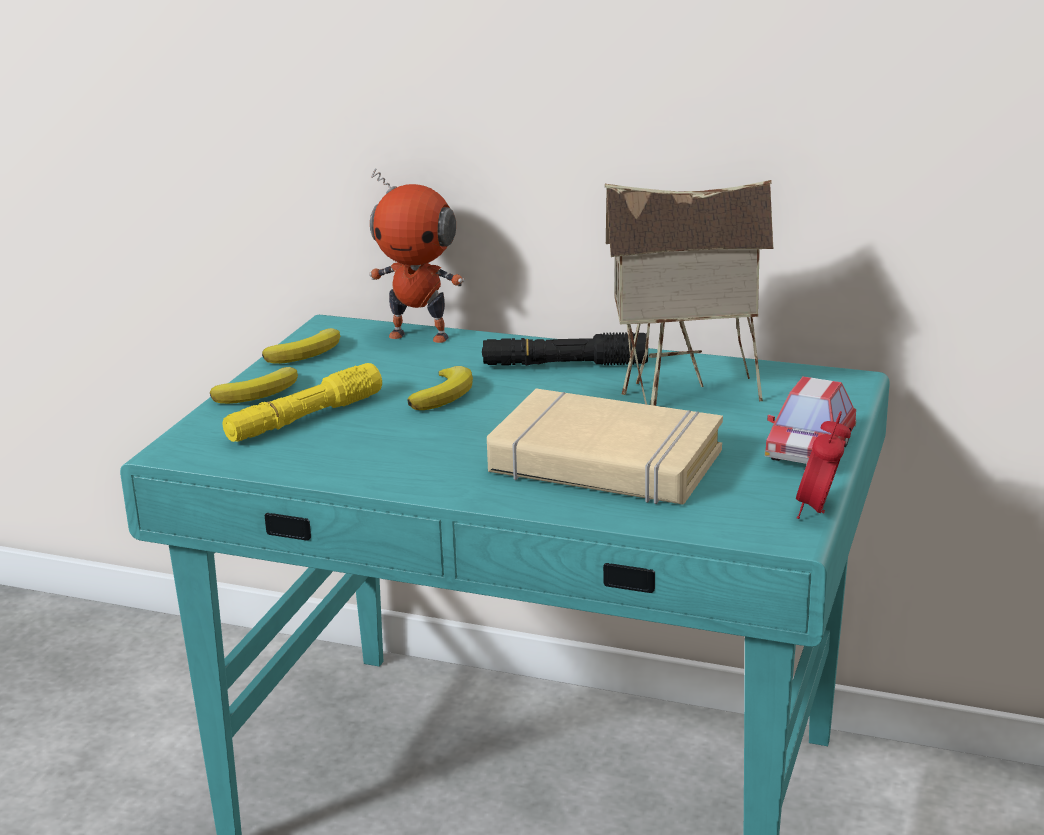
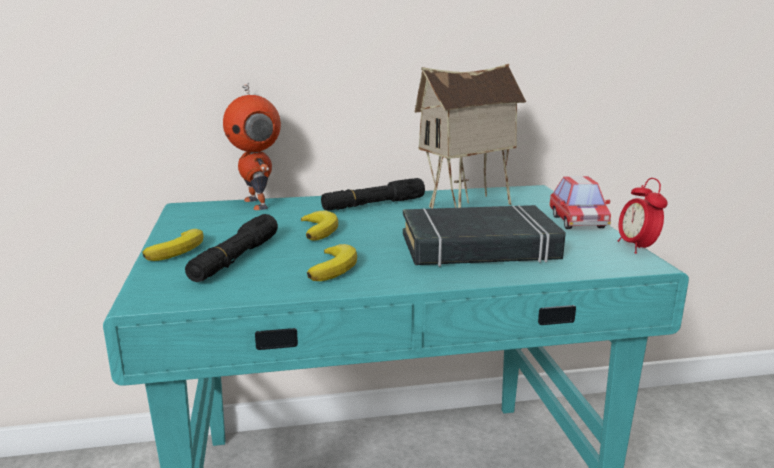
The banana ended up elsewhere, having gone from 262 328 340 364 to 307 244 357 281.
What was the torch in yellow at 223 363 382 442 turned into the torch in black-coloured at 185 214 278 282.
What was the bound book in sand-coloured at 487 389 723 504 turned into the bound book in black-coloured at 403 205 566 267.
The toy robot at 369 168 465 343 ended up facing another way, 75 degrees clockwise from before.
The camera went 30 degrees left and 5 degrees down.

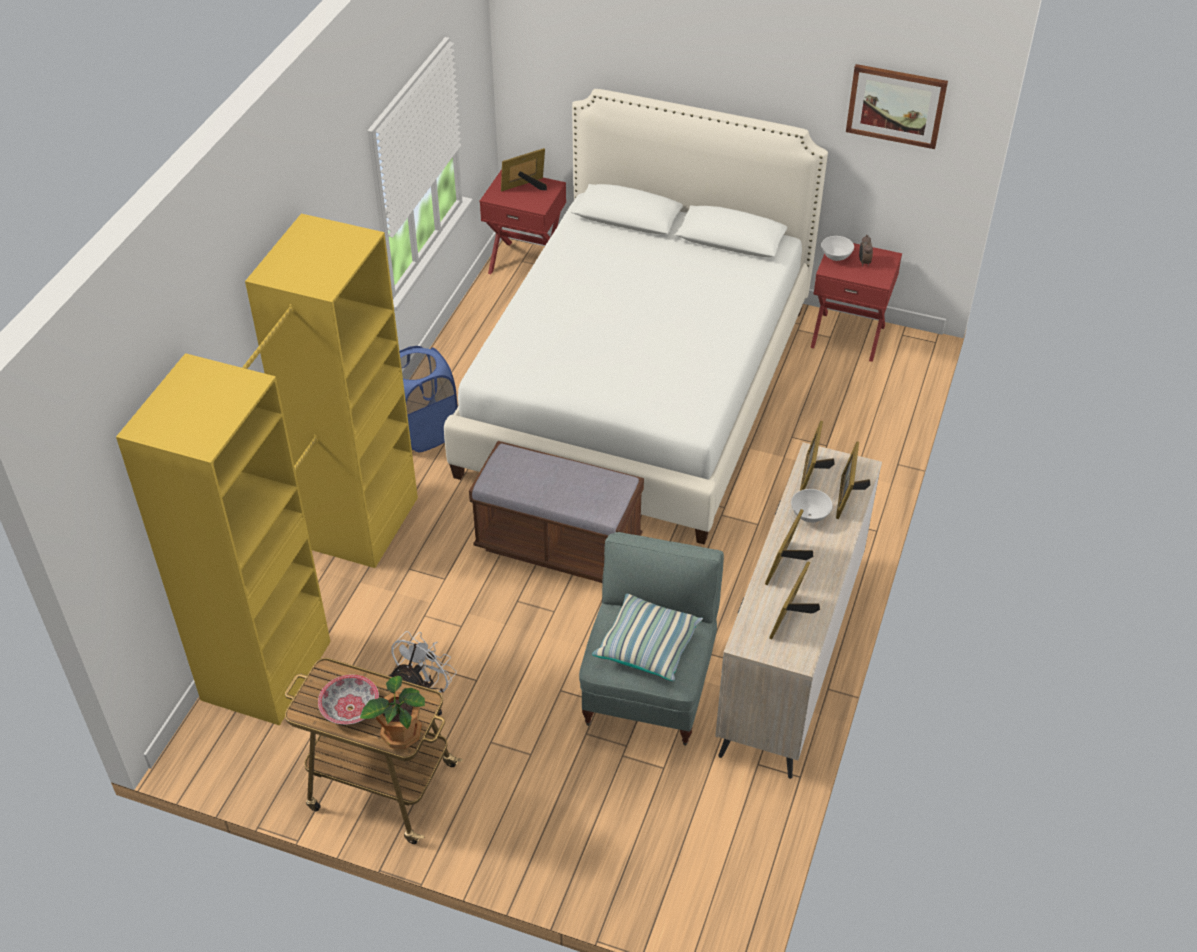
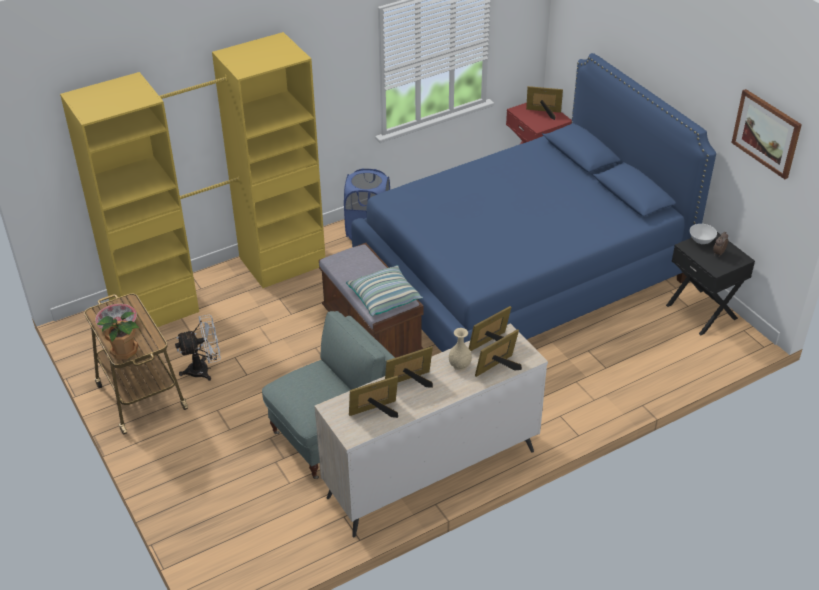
The throw pillow ended up elsewhere, having gone from 592 594 703 681 to 346 265 423 316.
Where the serving bowl in whitish stood at 791 489 832 523, the vase in sand-coloured came to stand at 449 328 472 370.
What was the bed in whitish at 444 89 828 544 turned into the bed in blue at 351 53 716 352.
What was the bedside table in red at 810 243 902 362 turned into the bedside table in black-coloured at 666 232 755 336.
The camera went 40 degrees right and 5 degrees down.

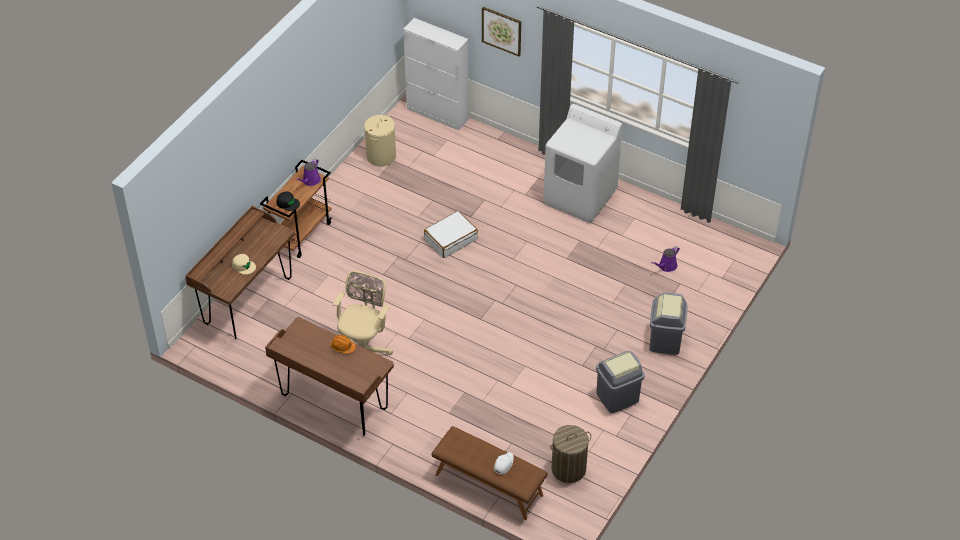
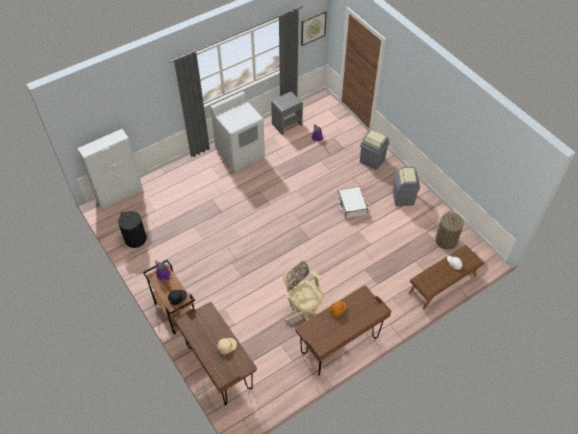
The second view gained the bedside table in grey at 271 91 303 135.
The piece of luggage in whitish ended up elsewhere, having gone from 424 211 478 258 to 338 187 368 219.
The wall art ended up elsewhere, having gone from 482 7 521 56 to 301 11 327 46.
What was the washing basket in sand-coloured at 364 115 396 167 turned into the washing basket in black-coloured at 118 211 147 248.
The camera went 65 degrees left and 5 degrees up.

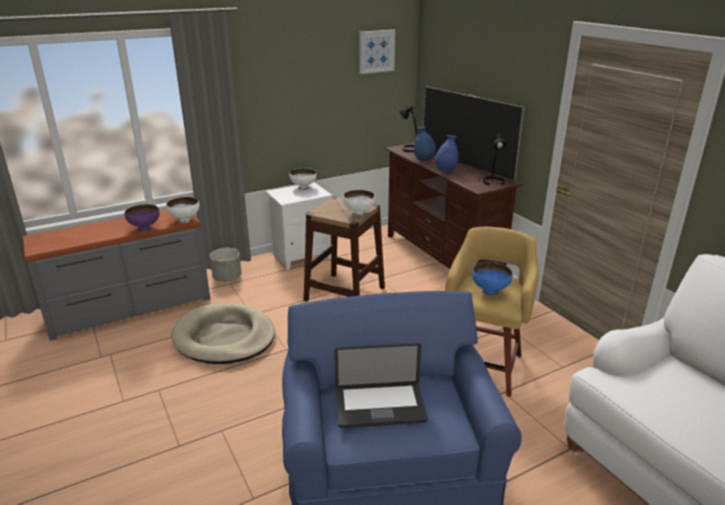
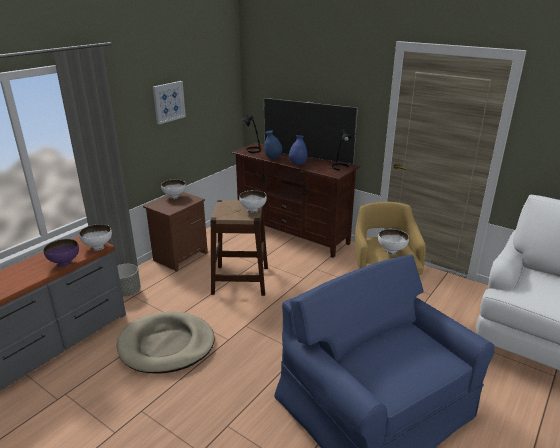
The second view lost the laptop at 334 343 428 428.
The wall art ended up elsewhere, having gone from 359 30 395 74 to 153 81 186 124.
What was the bedside table in whitish at 266 182 332 270 turned into the bedside table in brownish at 143 192 208 272.
What was the serving bowl in blue at 472 262 513 296 turned into the serving bowl in whitish at 378 229 409 255.
The camera went 25 degrees left and 0 degrees up.

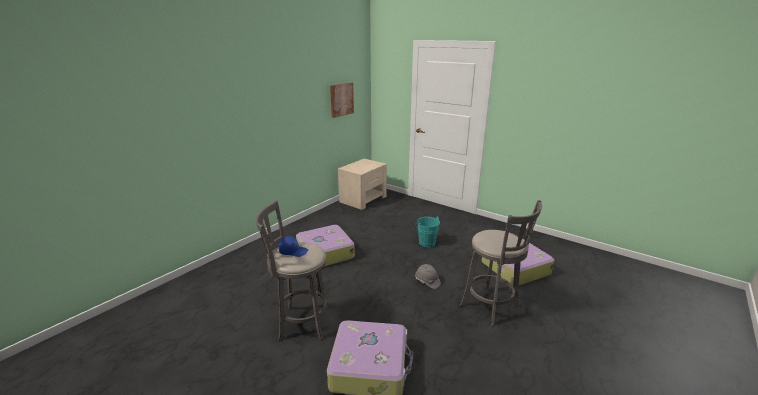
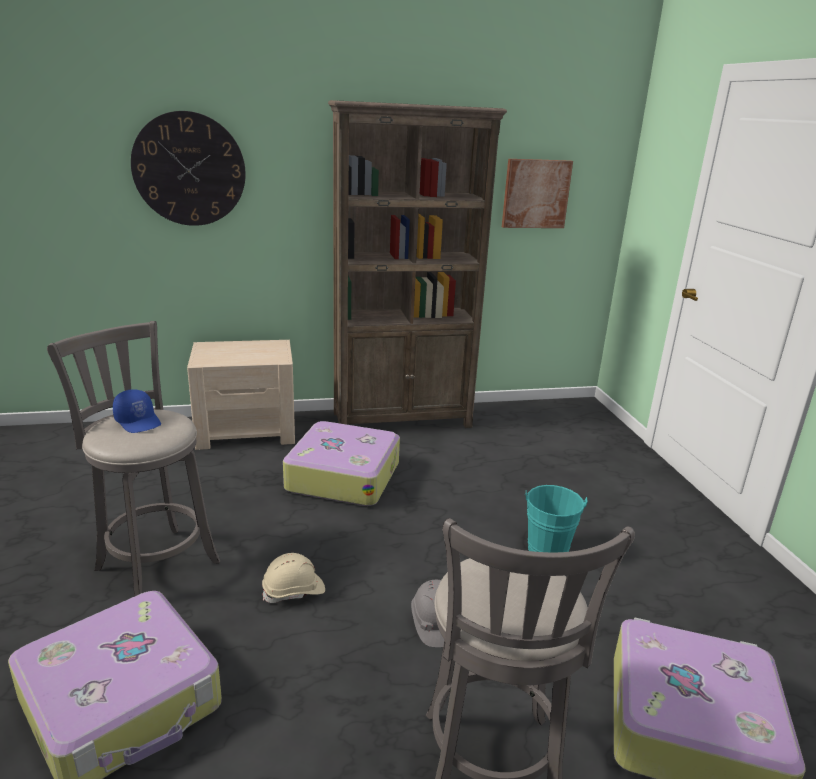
The second view gained the hanging clock at 131 111 246 226.
The second view gained the safety helmet in sand-coloured at 262 553 325 603.
The second view gained the bookshelf in brownish at 328 100 507 428.
The bedside table in sand-coloured ended up elsewhere, having gone from 338 159 387 210 to 187 340 295 450.
The camera went 40 degrees right and 0 degrees up.

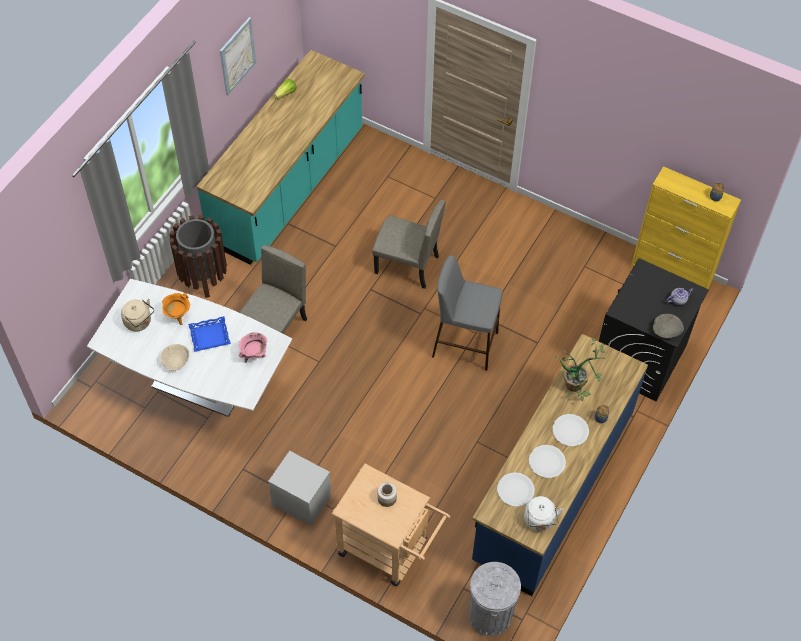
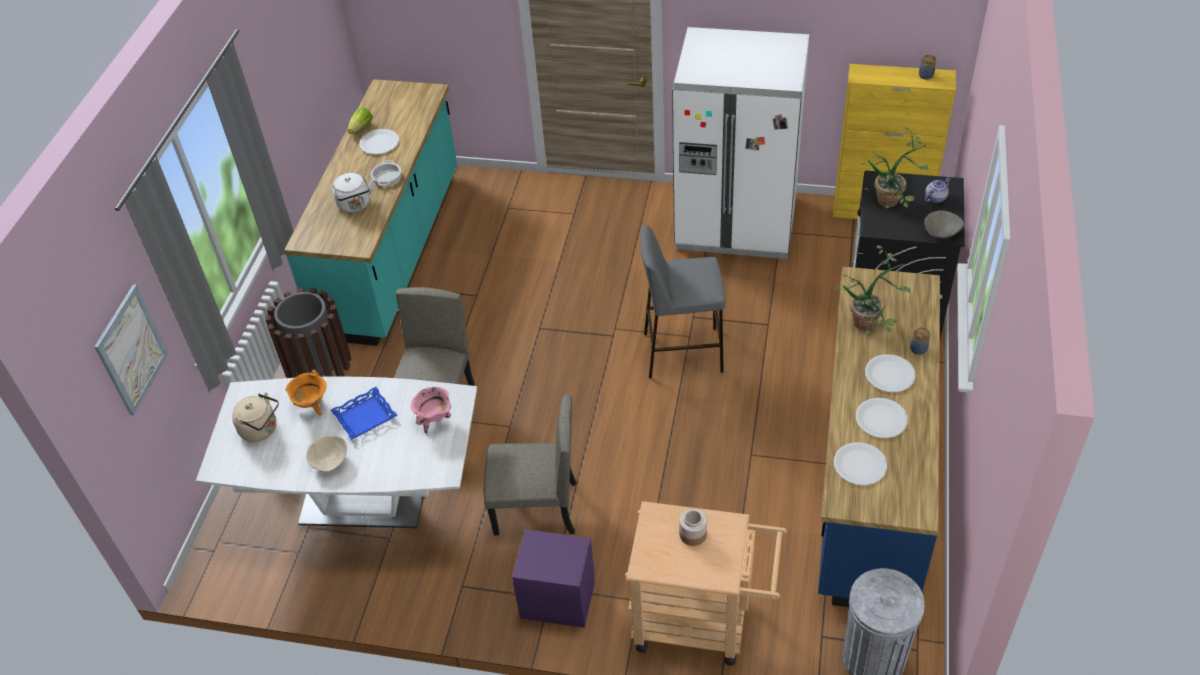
The second view gained the plate in whitish at 359 129 399 154.
The second view gained the stockpot at 371 160 401 186.
The second view gained the fridge in whitish at 672 27 809 259.
The second view gained the houseplant at 861 127 928 209.
The wall art ended up elsewhere, having gone from 220 17 256 95 to 94 284 169 416.
The upright chair in sand-coloured ended up elsewhere, having gone from 372 200 446 289 to 484 395 576 535.
The tea kettle in whitish ended up elsewhere, having gone from 524 496 563 531 to 333 173 374 213.
What was the bedside table in grey at 268 451 331 526 turned into the bedside table in purple-coloured at 512 529 595 628.
The camera went 15 degrees left and 10 degrees down.

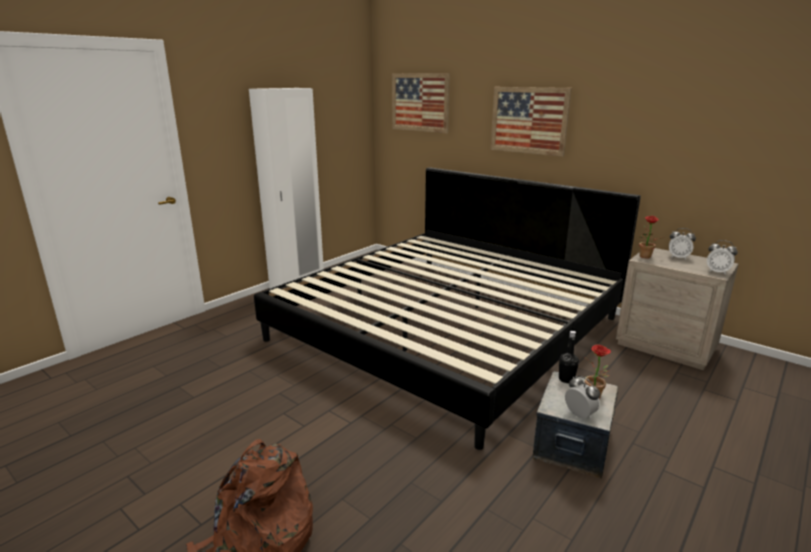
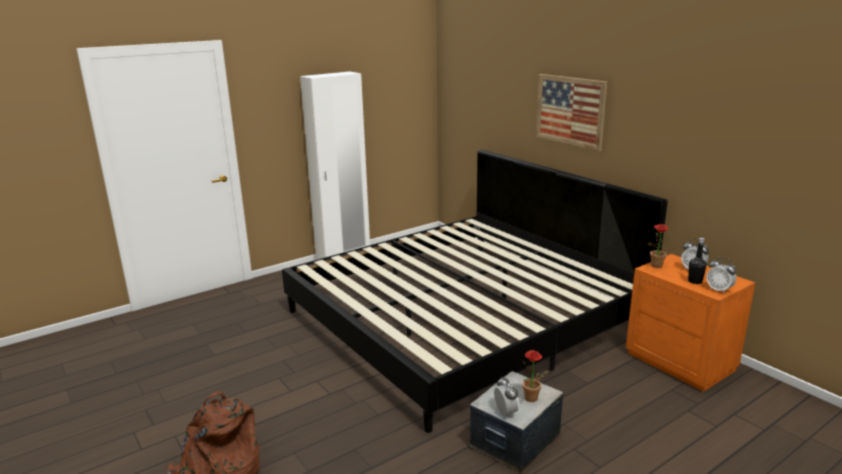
The second view lost the wall art at 392 73 450 133.
The bottle in black-coloured ended up elsewhere, having gone from 559 331 579 383 to 688 238 707 284.
What was the bedside table in sand-coloured at 616 248 739 370 turned into the bedside table in orangey at 626 254 755 392.
The camera went 15 degrees right and 0 degrees up.

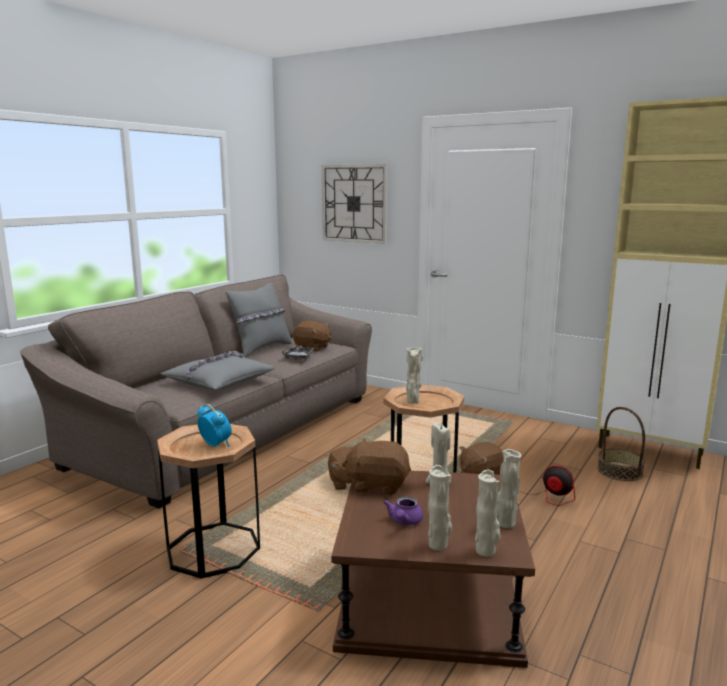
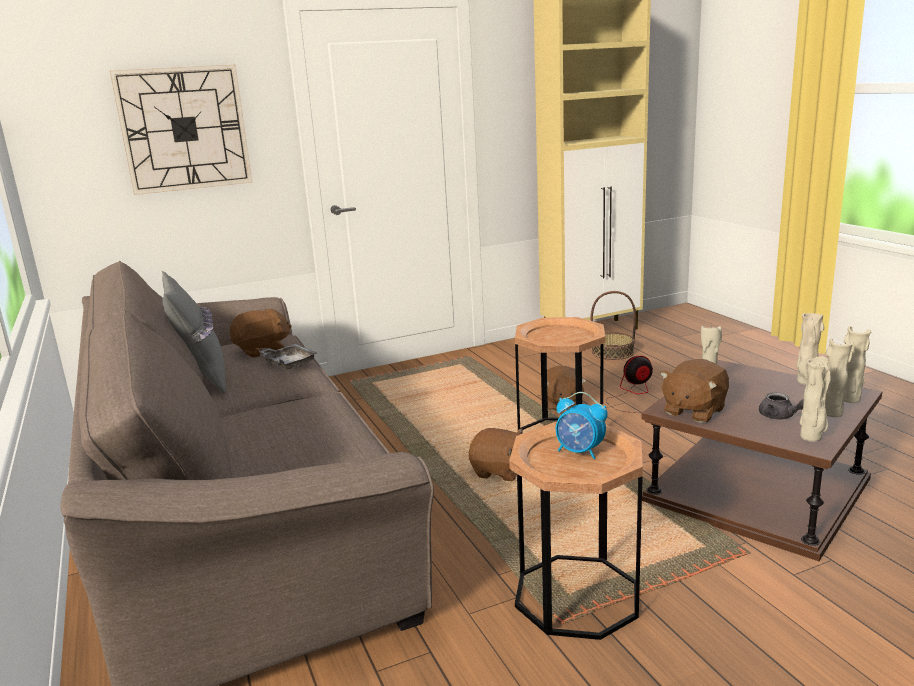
The second view lost the throw pillow in grey at 160 351 274 390.
The vase in sand-coloured ended up elsewhere, having gone from 406 348 423 403 to 799 356 830 442.
What was the teapot in purple-coloured at 383 497 423 525 turned into the teapot in grey at 759 392 804 419.
The alarm clock at 197 404 232 447 ended up facing another way, 135 degrees counterclockwise from before.
The camera went 55 degrees left and 5 degrees up.

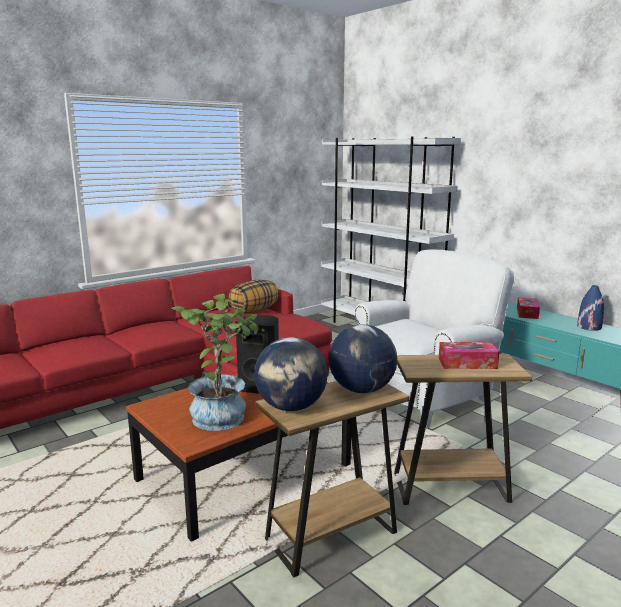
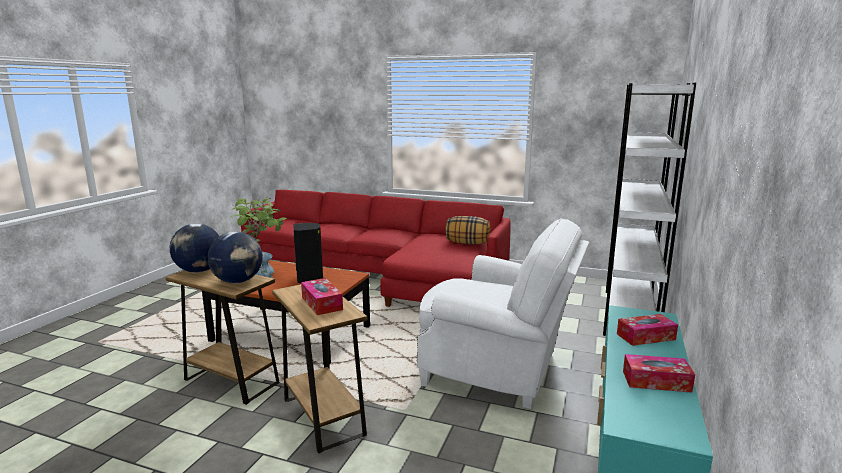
Where the vase in blue stood at 577 285 604 331, the box of tissues came to stand at 623 354 695 393.
The camera went 60 degrees right and 0 degrees up.

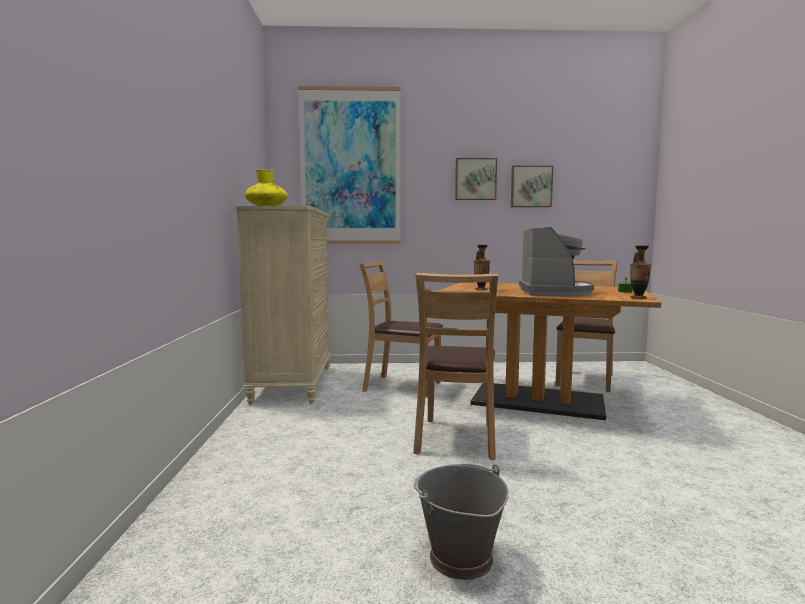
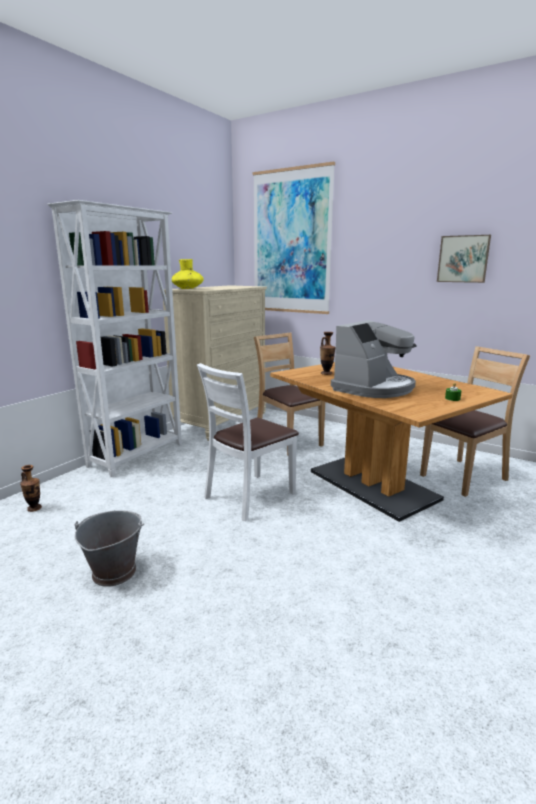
The second view lost the wall art at 455 158 497 200.
The second view gained the bookshelf in whitish at 47 200 182 477.
The vase ended up elsewhere, having gone from 630 245 651 299 to 20 465 42 512.
What was the upright chair in brownish at 413 273 498 460 turned into the upright chair in whitish at 197 363 299 521.
The camera went 35 degrees right and 10 degrees up.

